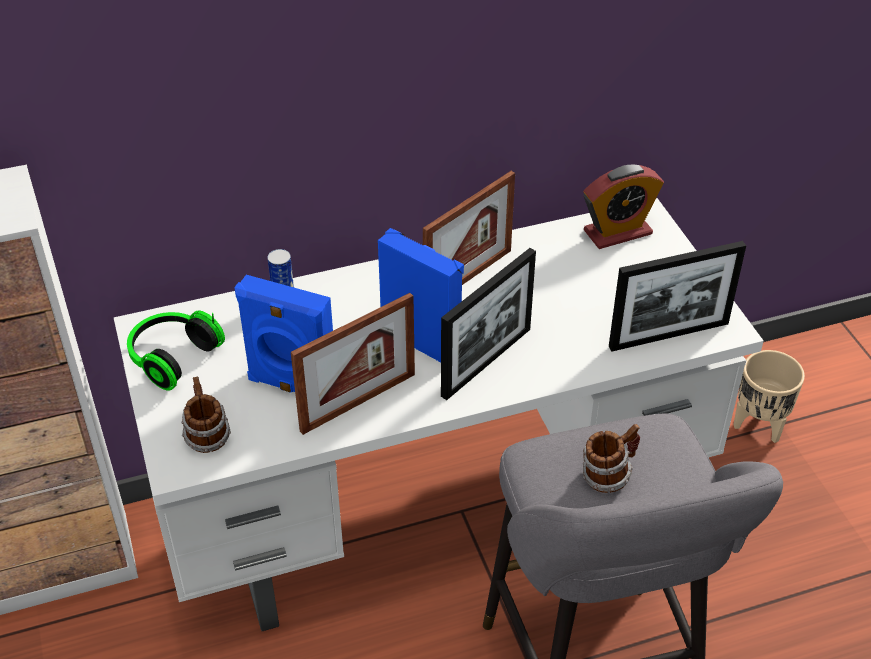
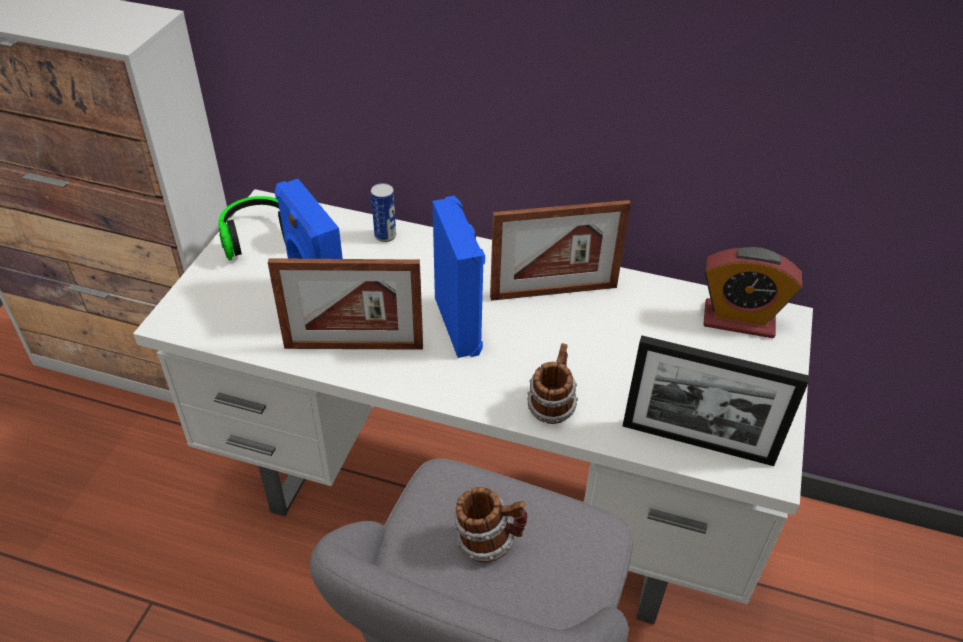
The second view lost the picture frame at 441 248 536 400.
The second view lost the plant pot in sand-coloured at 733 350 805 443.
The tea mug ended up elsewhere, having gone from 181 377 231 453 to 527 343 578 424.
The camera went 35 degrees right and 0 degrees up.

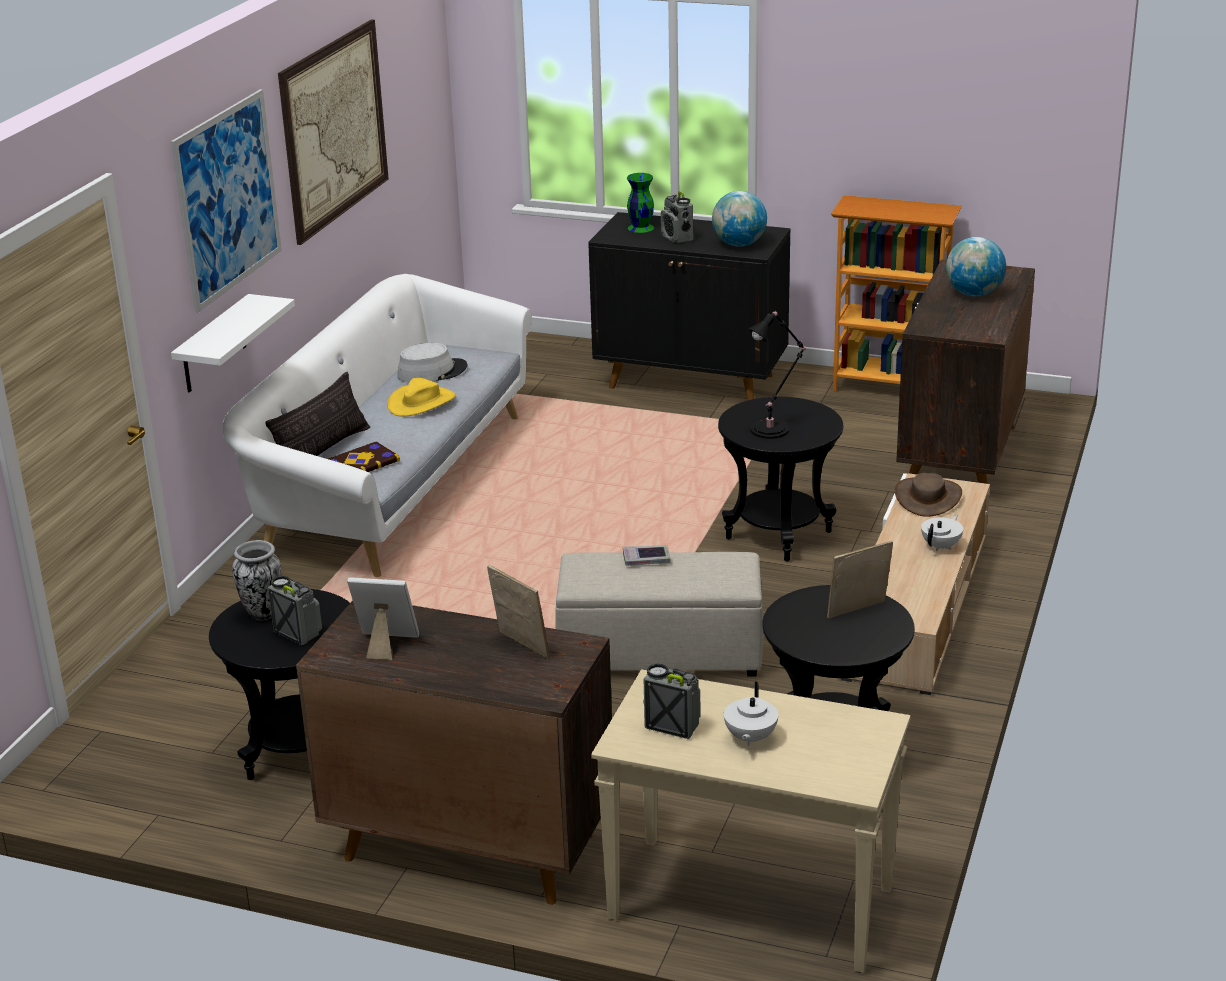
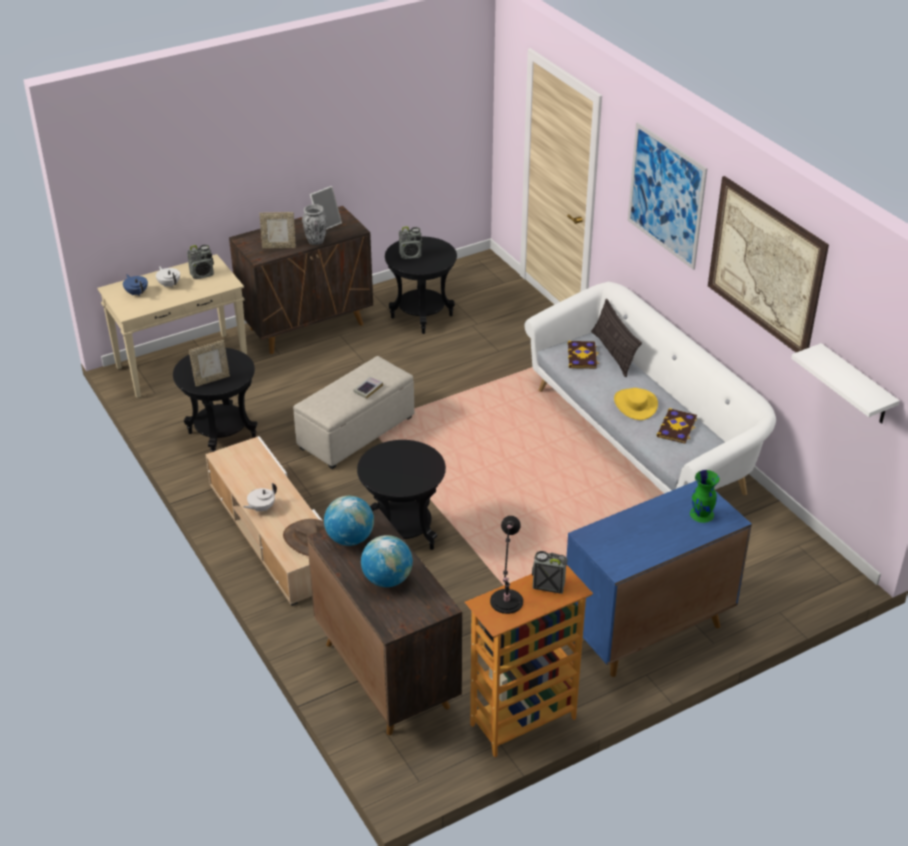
The second view gained the teapot in blue at 123 274 148 296.
The shelf in whitish ended up elsewhere, having gone from 171 294 295 393 to 791 343 900 424.
The vase ended up elsewhere, having gone from 232 540 282 620 to 302 204 327 245.
The radio set ended up elsewhere, having gone from 661 191 693 243 to 532 551 567 594.
The world globe ended up elsewhere, having gone from 712 191 767 247 to 324 496 374 546.
The lamp for a table in black-coloured ended up elsewhere, having gone from 748 310 806 439 to 490 516 523 614.
Where the clothing hat in grey stood at 397 343 468 382, the bound book came to stand at 657 408 697 444.
What was the cabinet in black-coloured at 588 212 790 401 turned into the cabinet in blue at 566 481 752 677.
The picture frame at 827 541 893 618 ended up facing another way, 45 degrees clockwise from before.
The teapot in whitish at 921 514 963 551 ended up facing another way, 60 degrees clockwise from before.
The camera went 130 degrees right and 10 degrees up.

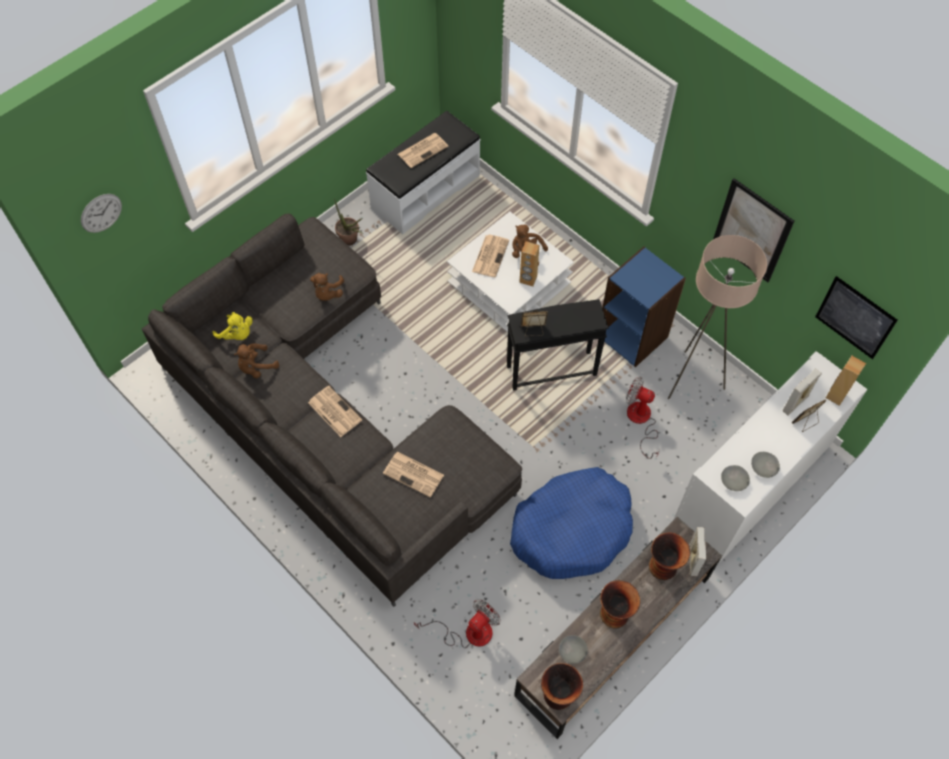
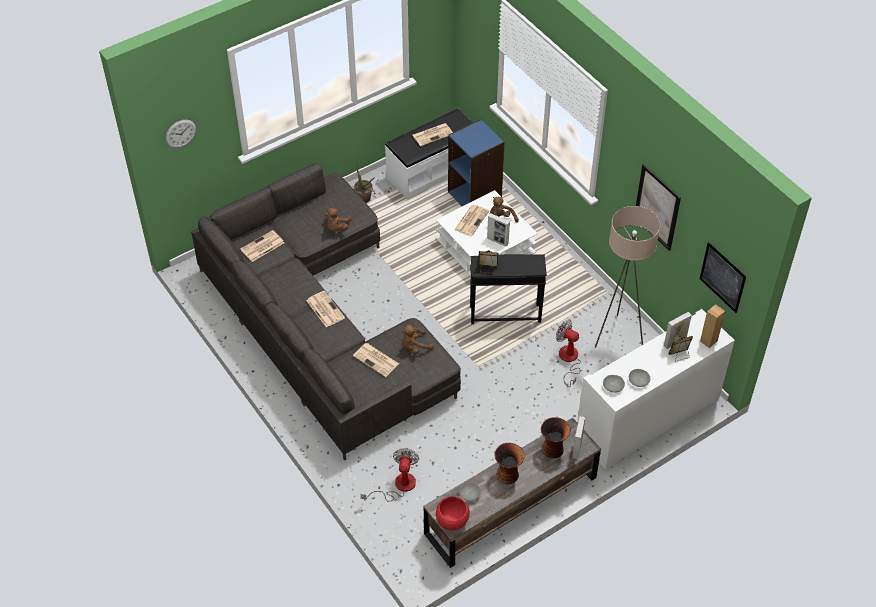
The second view lost the dog cushion in blue at 510 467 633 579.
The soft toy in brownish ended up elsewhere, having gone from 234 344 279 378 to 401 325 434 355.
The bookshelf in blue ended up elsewhere, having gone from 602 246 686 367 to 448 119 505 206.
Where the soft toy in yellow stood at 212 312 253 340, the printed paper came to stand at 240 230 284 262.
Where the speaker in brownish stood at 519 241 539 287, the picture frame came to stand at 487 213 510 247.
Where the vase stood at 541 663 583 710, the serving bowl in red came to stand at 436 496 470 531.
The fan at 414 599 501 648 ended up facing another way, 45 degrees counterclockwise from before.
The camera went 10 degrees right and 10 degrees down.

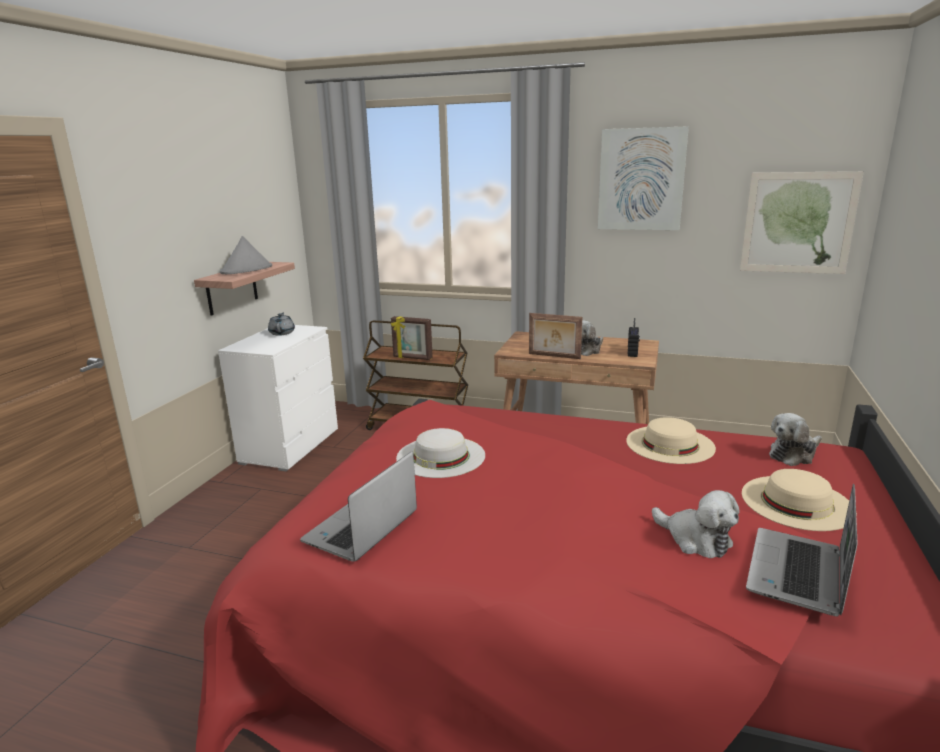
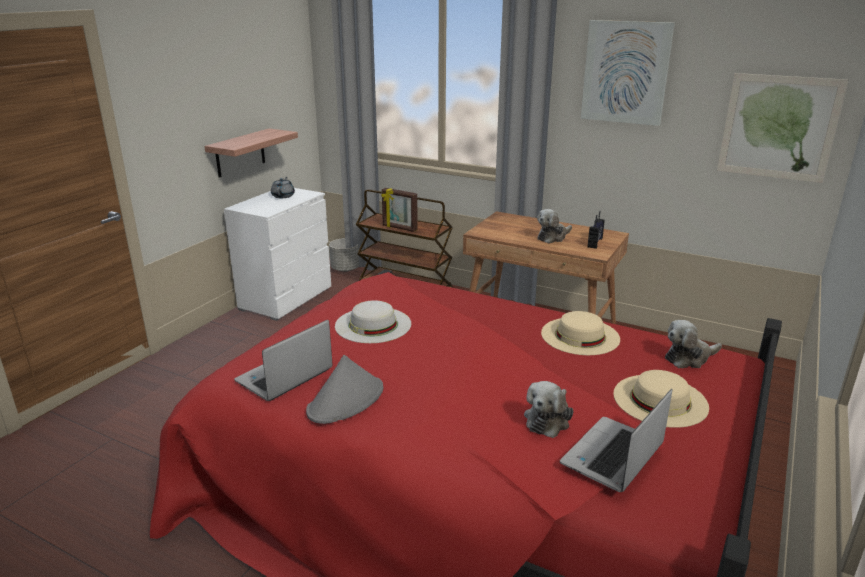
The second view lost the picture frame at 529 313 582 359.
The second view gained the plant pot in grey at 329 238 359 272.
The clothing hat in grey ended up elsewhere, having gone from 220 236 272 274 to 306 355 383 424.
The soft toy at 652 490 740 558 ended up facing another way, 60 degrees clockwise from before.
The camera went 10 degrees right and 5 degrees up.

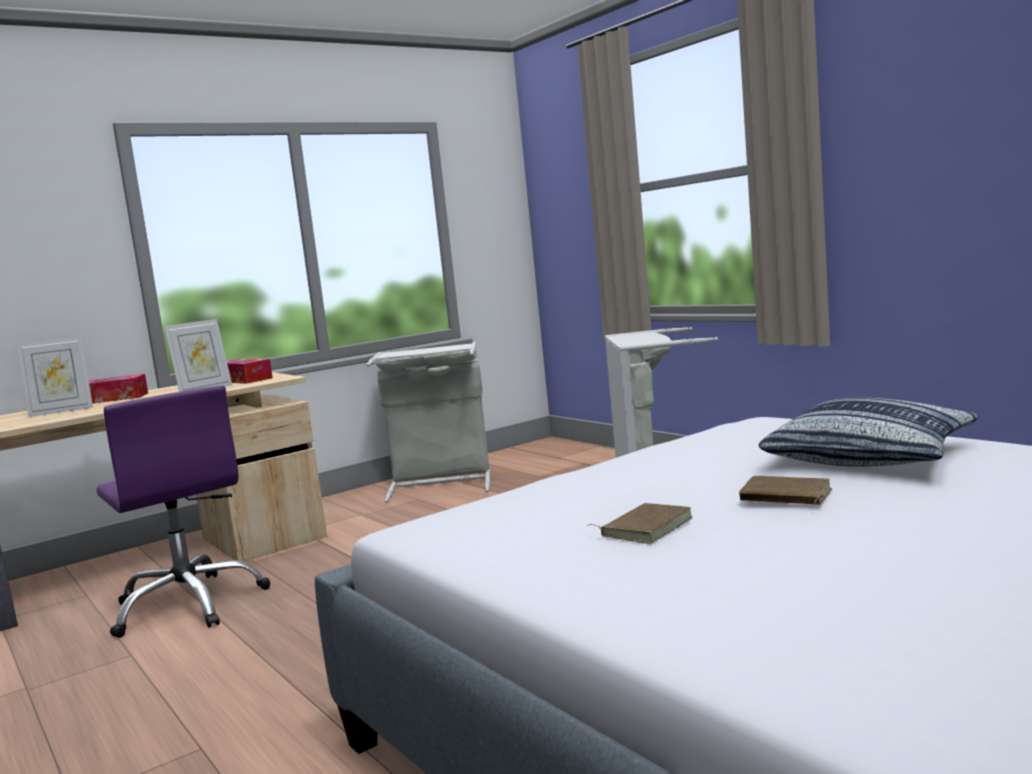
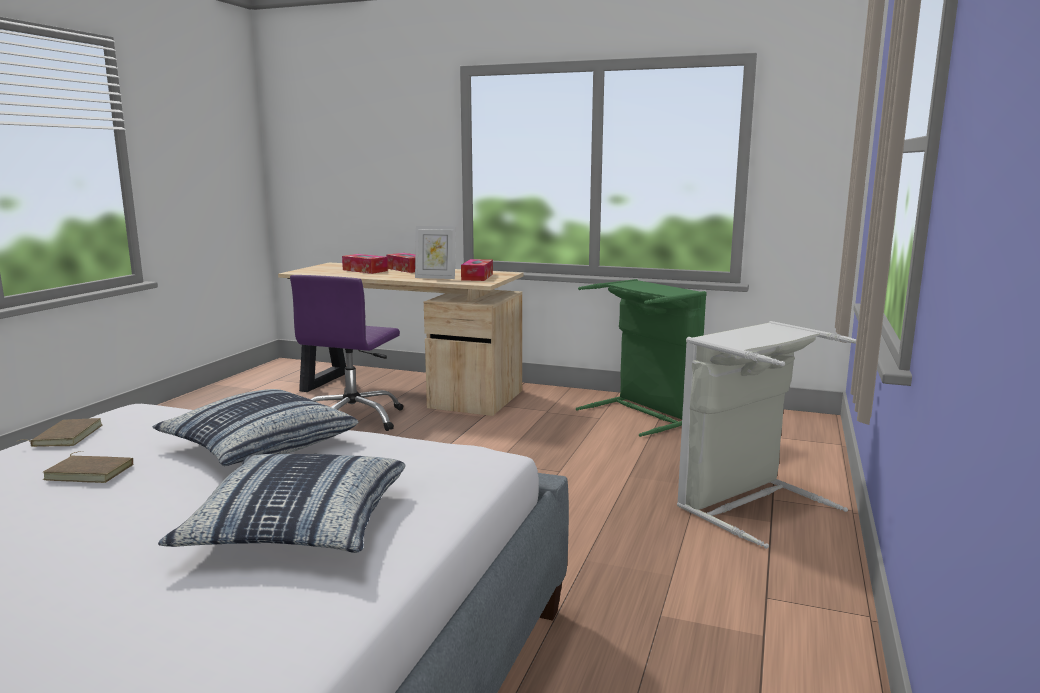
The second view gained the throw pillow at 153 389 358 466.
The bound book in brownish ended up elsewhere, having gone from 739 476 832 505 to 16 418 102 447.
Where the picture frame stood at 17 336 93 417, the box of tissues came to stand at 342 254 388 274.
What was the washing basket in grey at 366 342 490 503 turned into the washing basket in green-coloured at 576 279 707 437.
The camera went 55 degrees right and 5 degrees up.

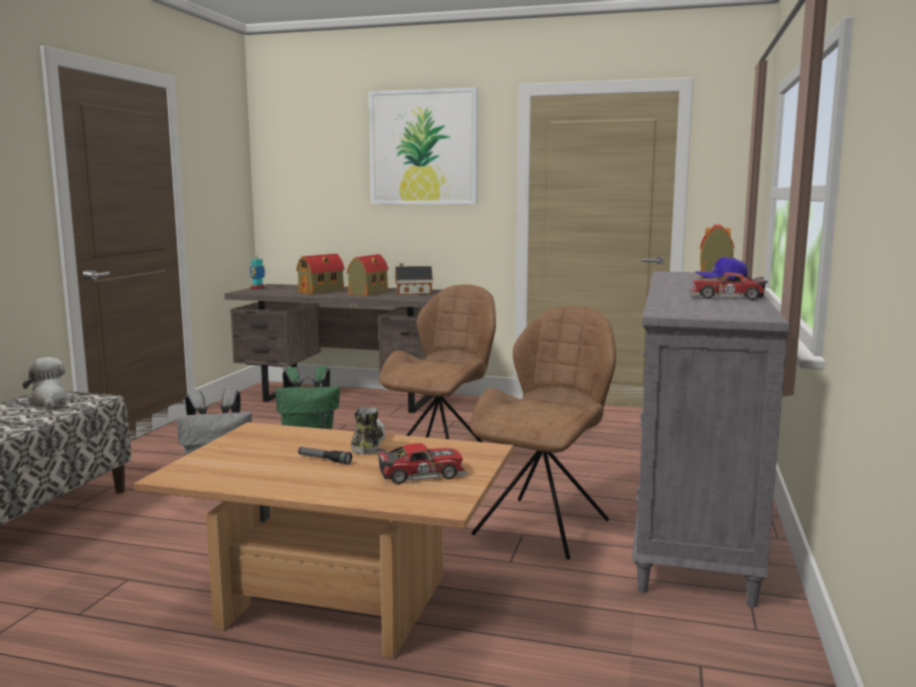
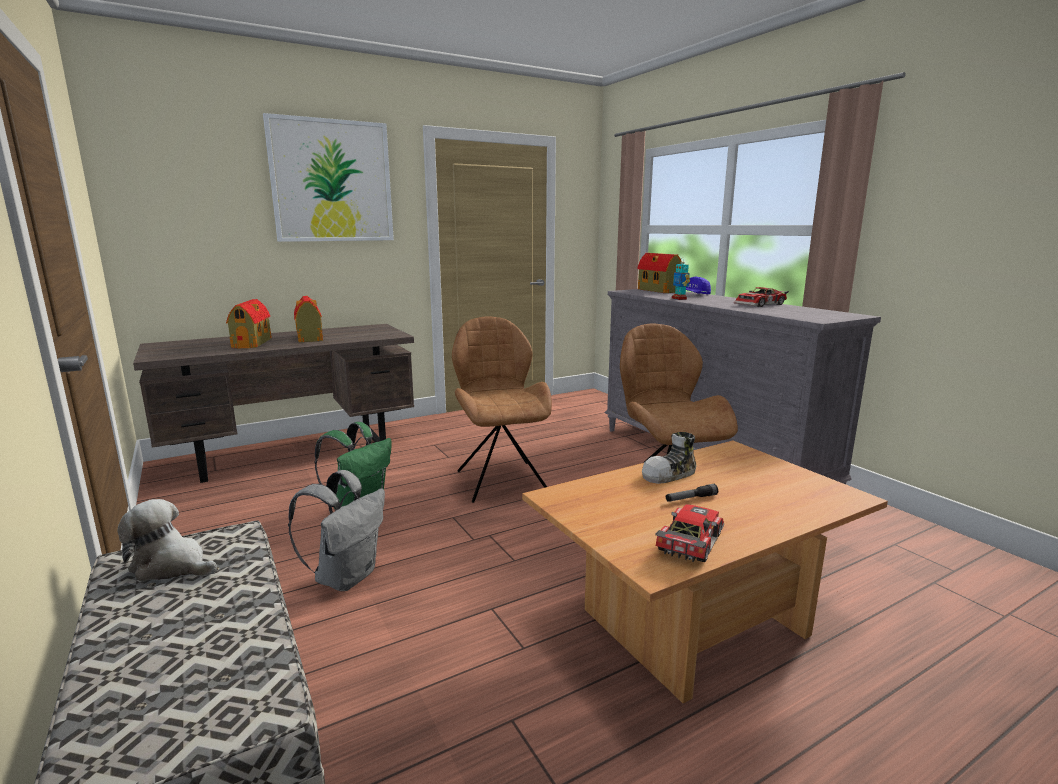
The second view lost the toy house at 395 263 433 295.
The toy robot ended up elsewhere, having gone from 250 253 266 290 to 672 257 690 300.
The toy car ended up elsewhere, having gone from 376 443 468 484 to 655 504 724 562.
The item of footwear at 351 407 386 455 ended up facing another way, 75 degrees counterclockwise from before.
The camera went 45 degrees left and 5 degrees up.

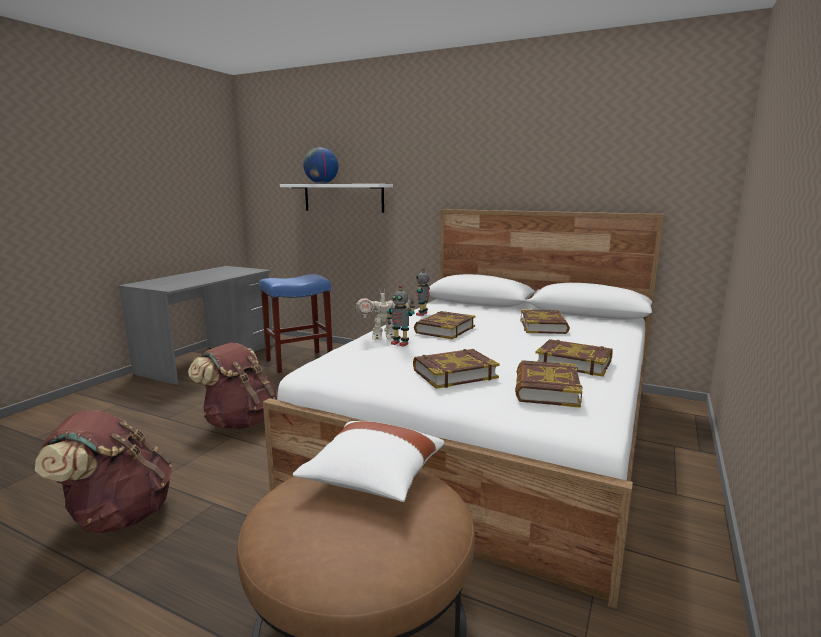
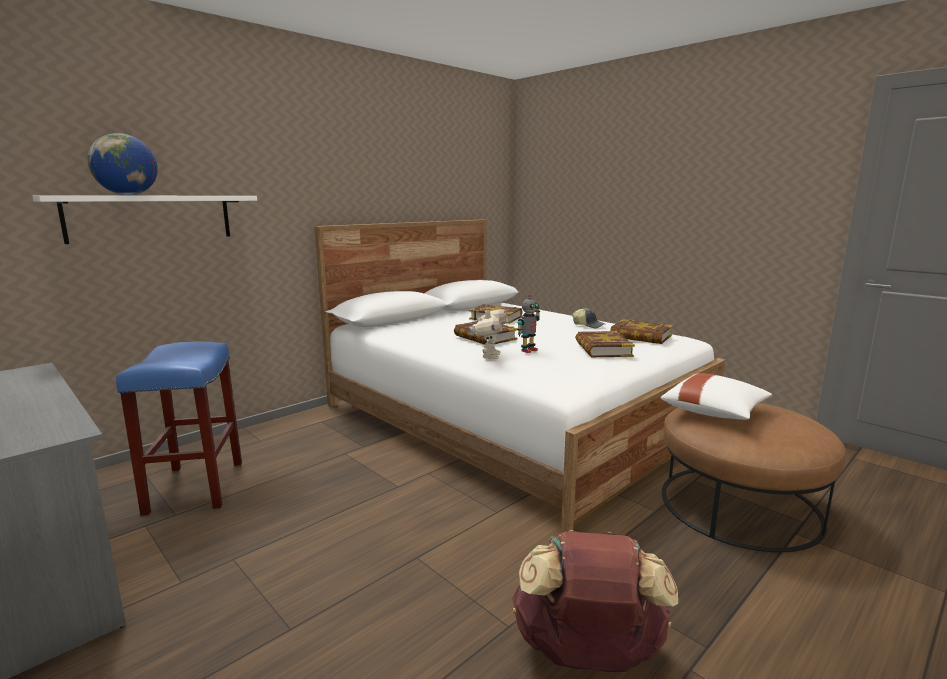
The second view lost the rucksack in brownish at 188 342 277 429.
The second view lost the toy robot at 416 268 430 316.
Where the bound book stood at 536 339 613 377, the peaked cap came to stand at 572 308 605 328.
The camera went 70 degrees left and 0 degrees up.

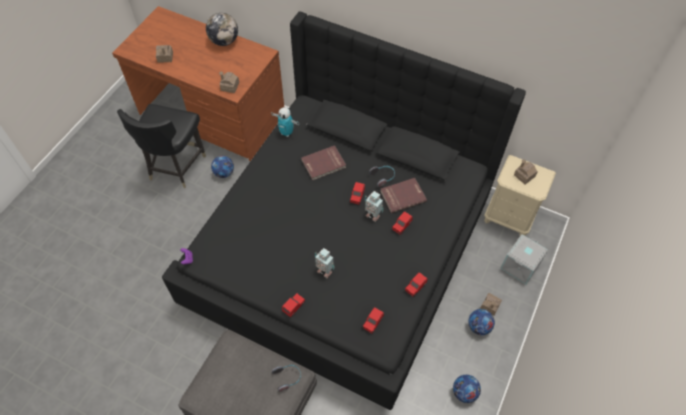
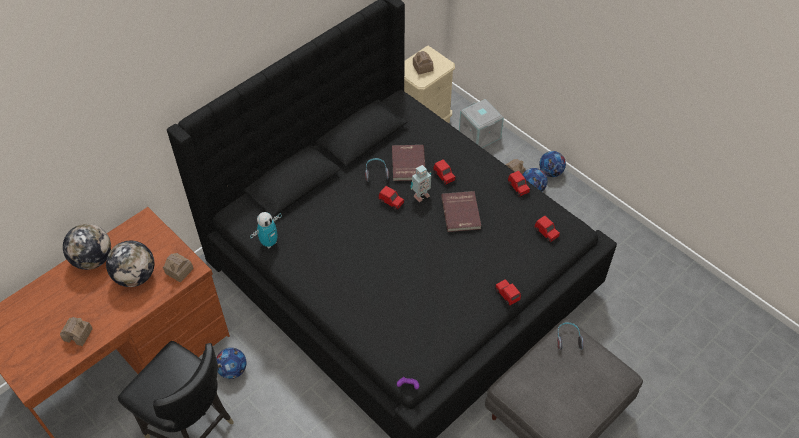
The second view lost the toy robot at 315 248 334 278.
The second view gained the world globe at 106 241 154 287.
The bound book in red ended up elsewhere, having gone from 301 145 346 180 to 441 191 481 232.
The football ended up elsewhere, having gone from 453 375 481 403 to 539 151 566 177.
The camera went 70 degrees left and 5 degrees down.

